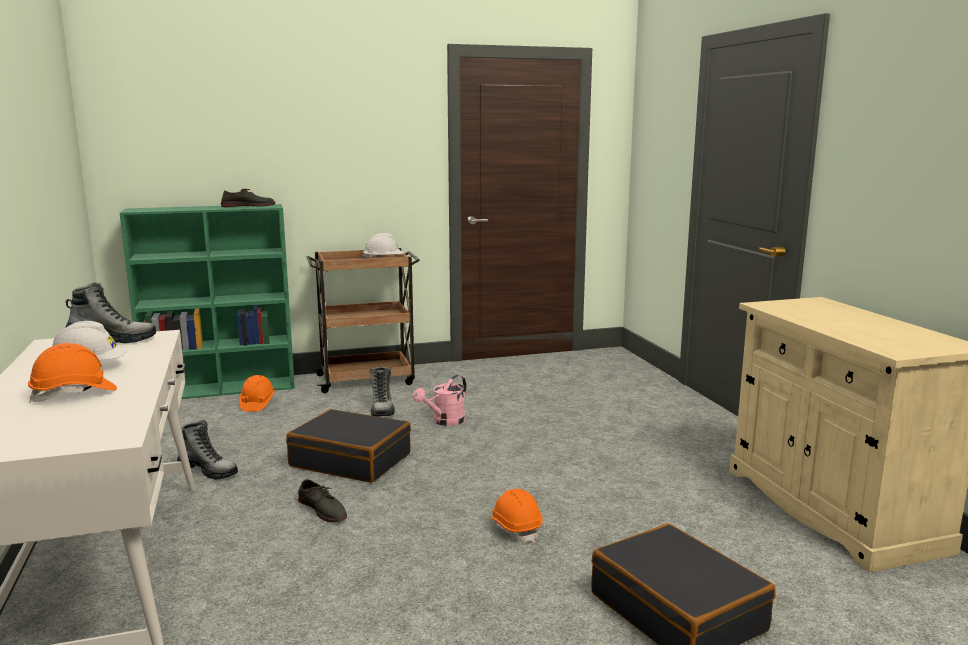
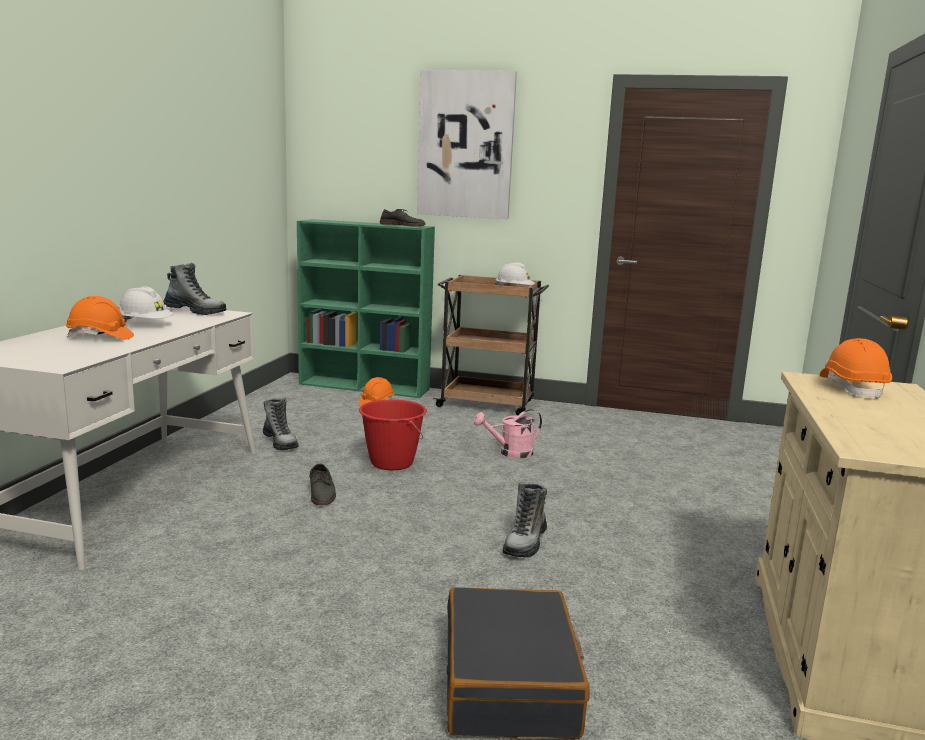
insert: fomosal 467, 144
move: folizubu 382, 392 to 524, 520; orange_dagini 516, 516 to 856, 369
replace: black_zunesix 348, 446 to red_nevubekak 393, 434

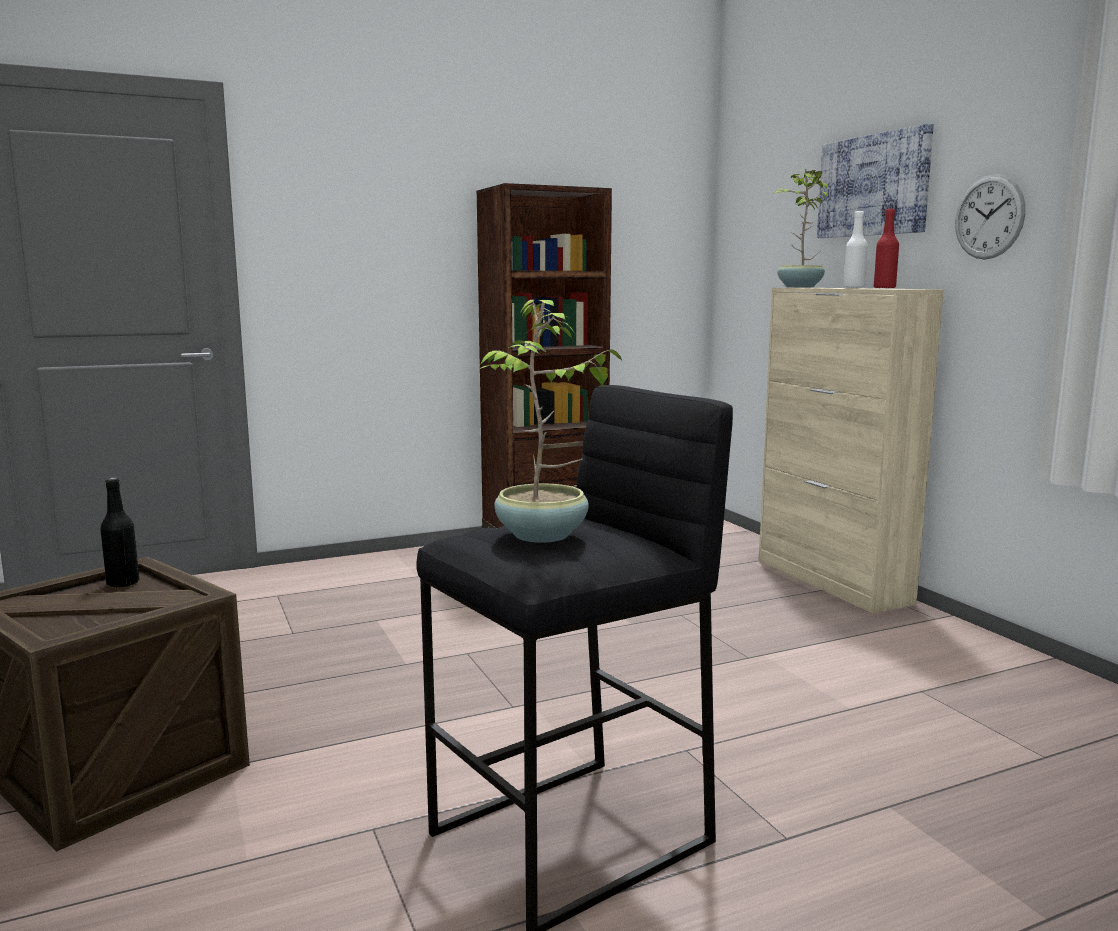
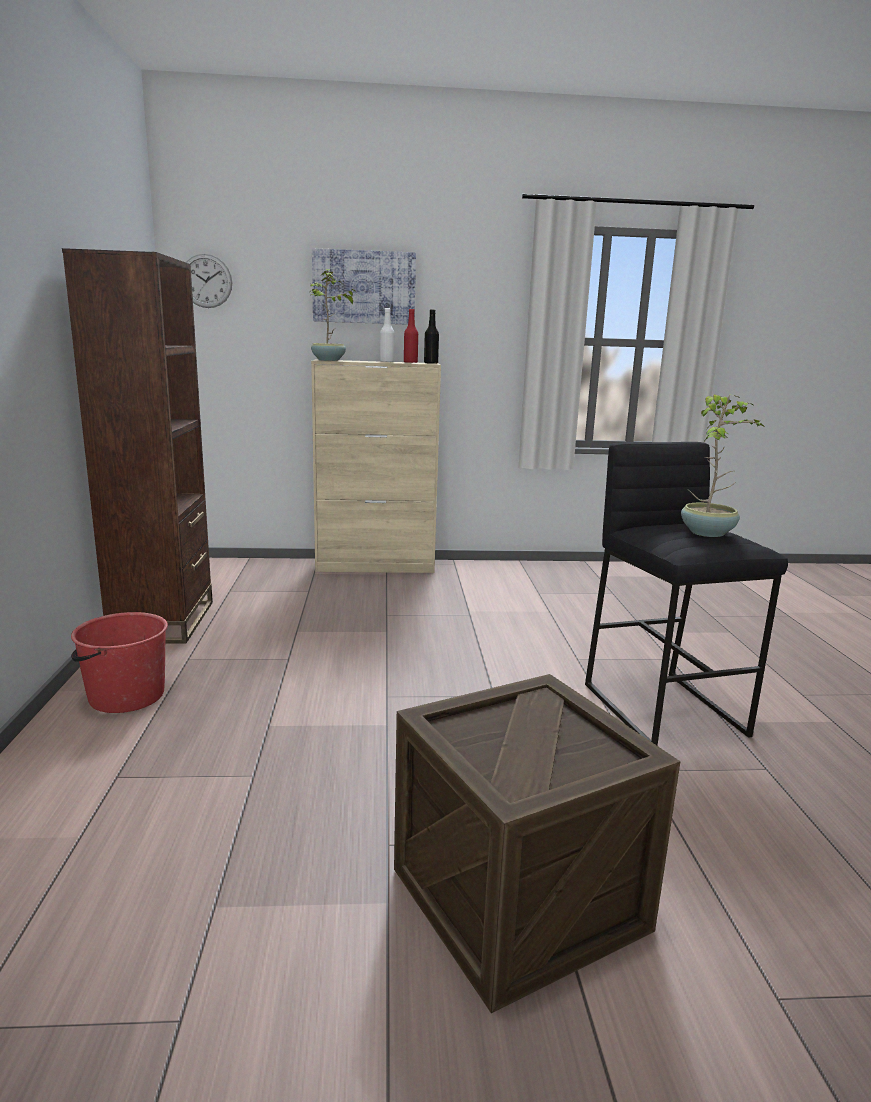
insert: red_nevubekak 119, 662
move: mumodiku 990, 216 to 209, 281; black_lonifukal 119, 533 to 431, 336

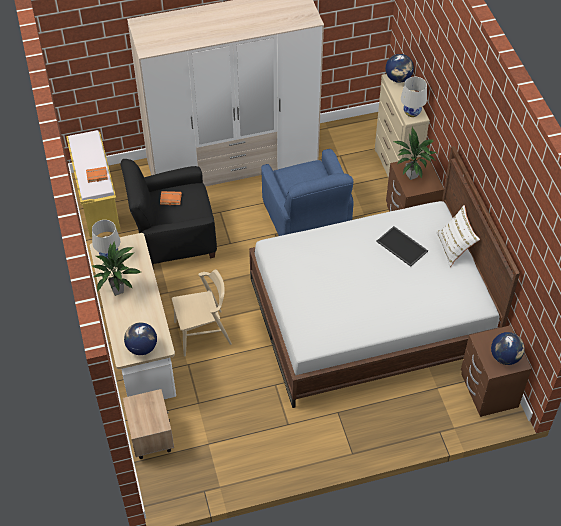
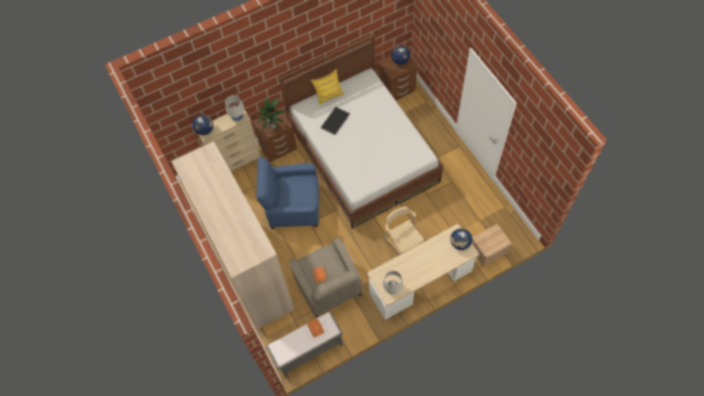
delete: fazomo 116, 268
recolor: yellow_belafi 93, 183 to grey_belafi 304, 344; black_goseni 169, 212 to beige_goseni 325, 277; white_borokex 458, 236 to yellow_borokex 327, 87
rotate: blue_goseni 307, 192 = 287, 193 150 degrees counterclockwise

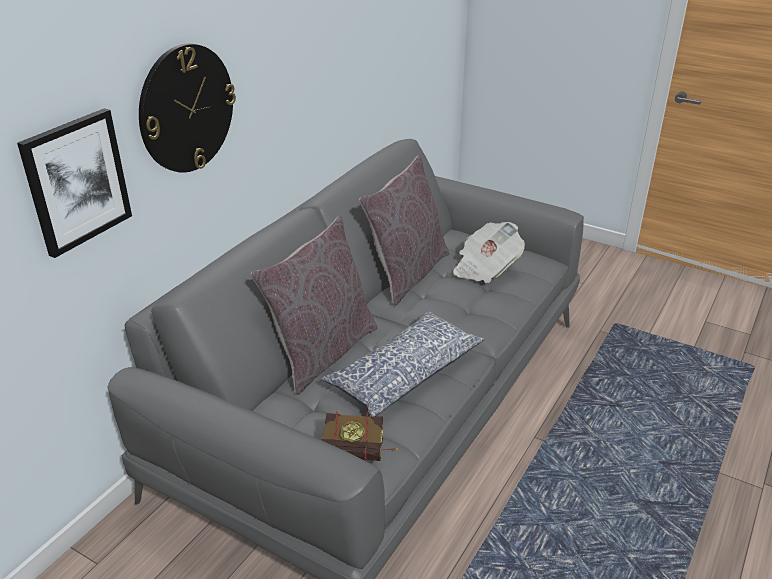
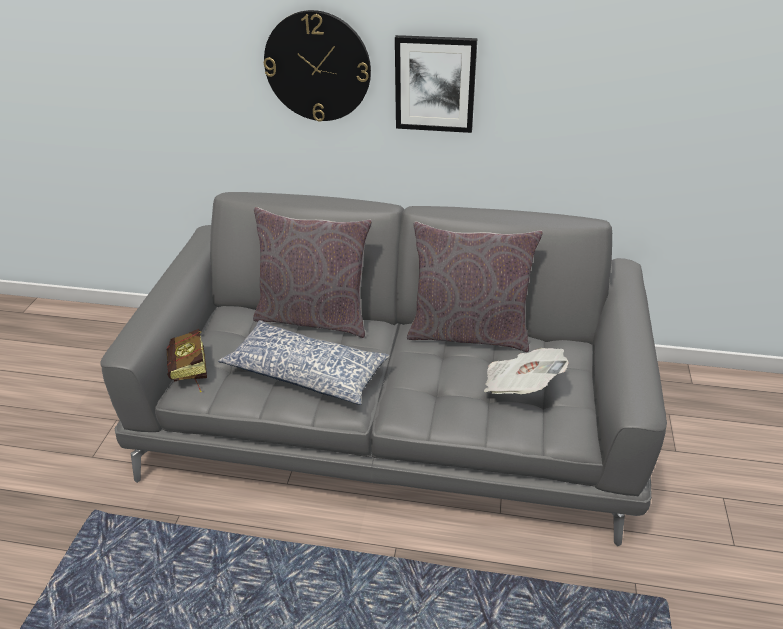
move: fomosal 74, 183 to 436, 84

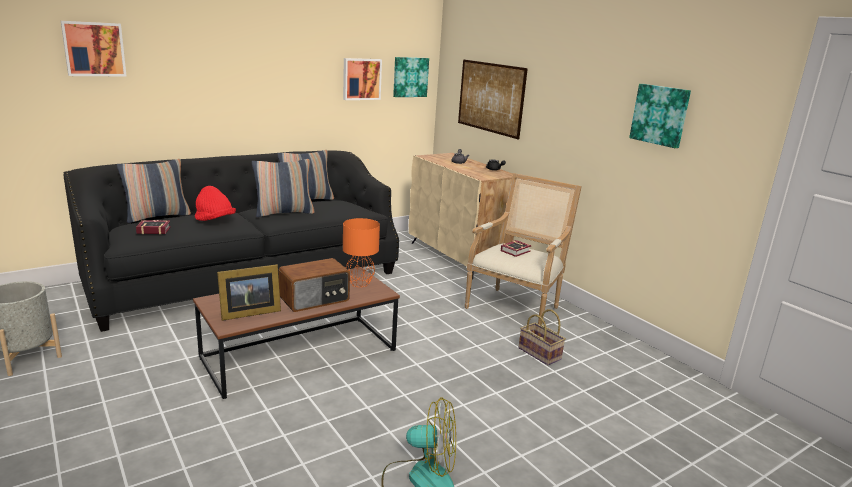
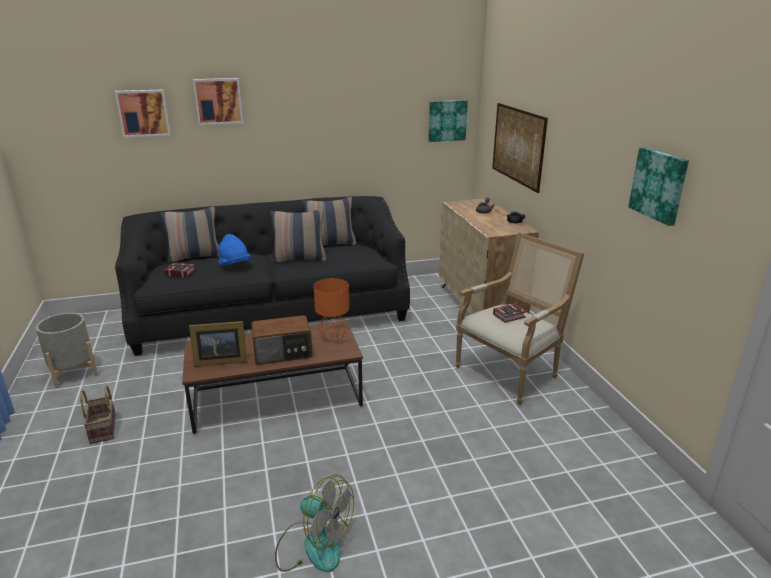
move: fomosal 362, 79 to 218, 101; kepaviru 542, 337 to 98, 415
recolor: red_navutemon 215, 203 to blue_navutemon 235, 250

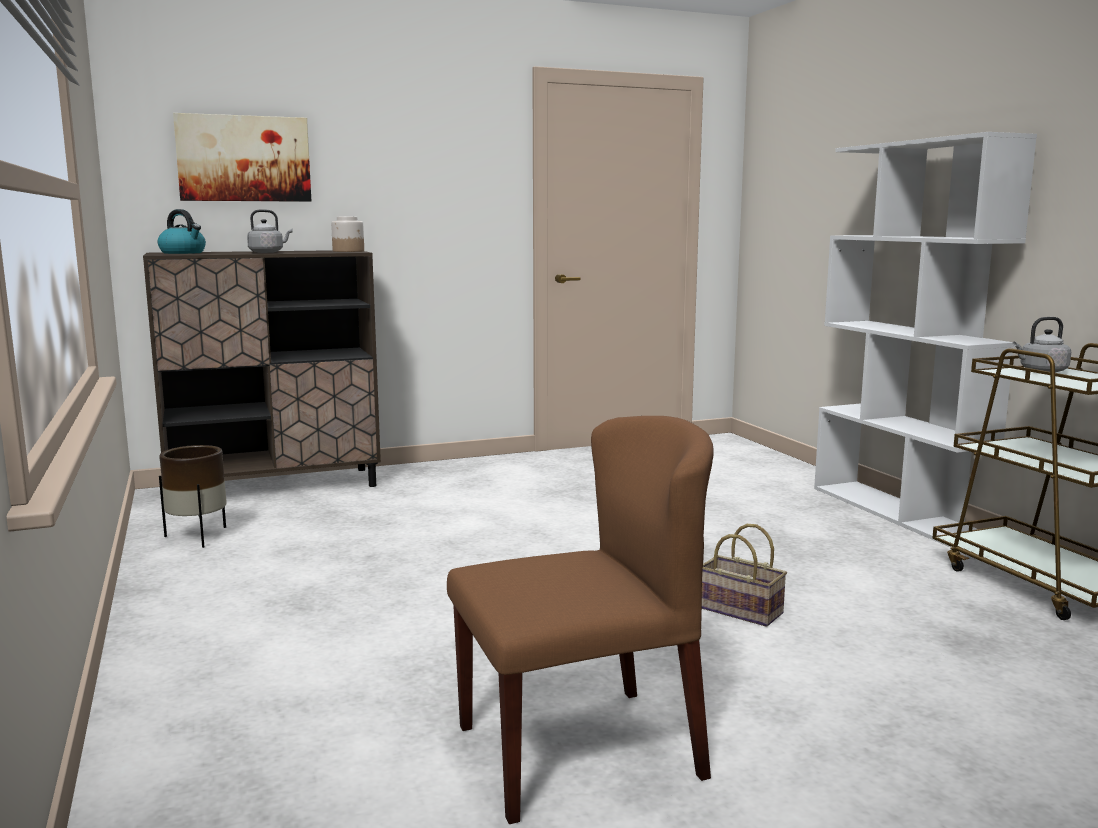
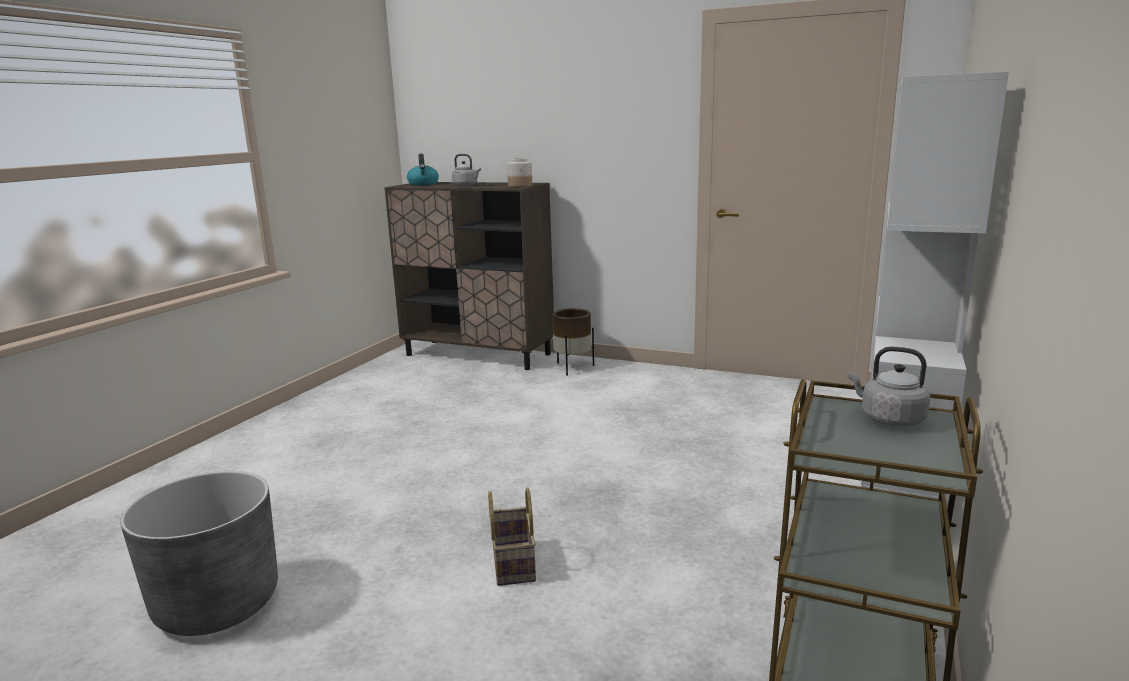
delete: fomosal 242, 157
move: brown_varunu 193, 496 to 573, 342
replace: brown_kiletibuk 580, 620 to grey_varunu 199, 553

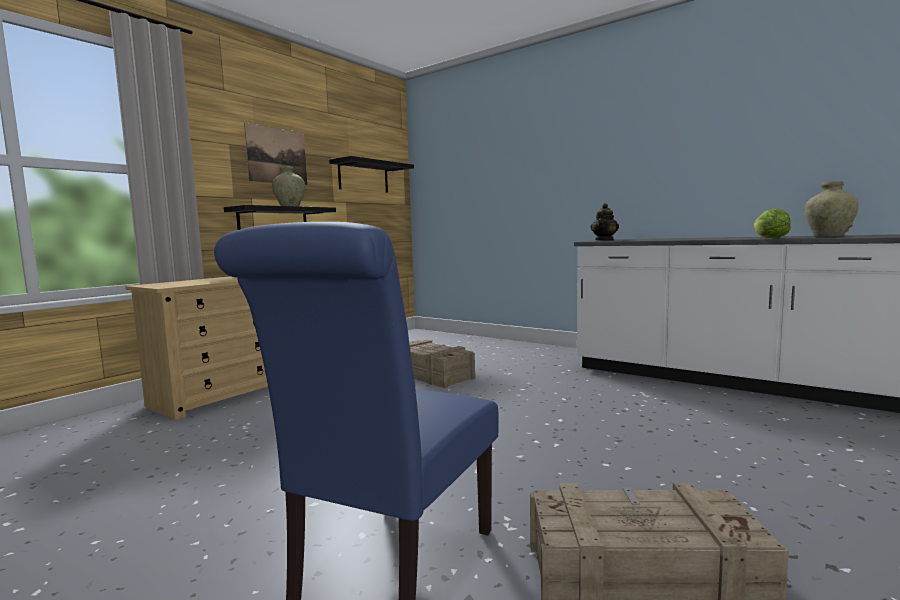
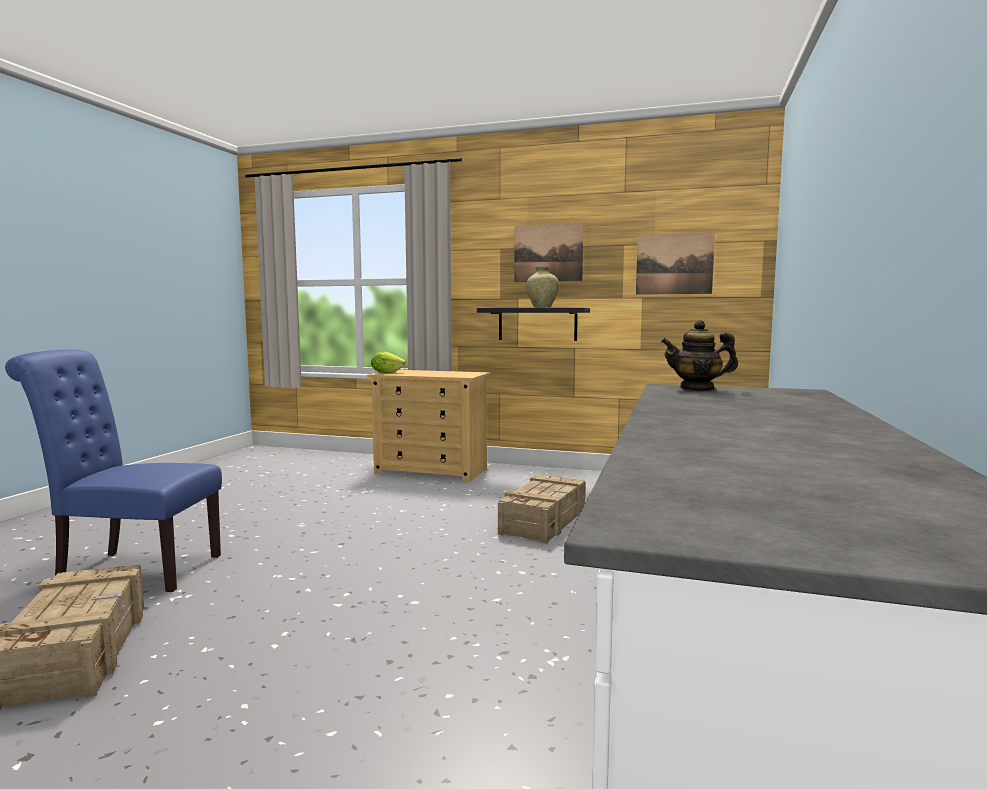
delete: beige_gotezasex 832, 209
move: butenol 772, 223 to 388, 362
replace: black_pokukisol 371, 174 to fomosal 675, 264

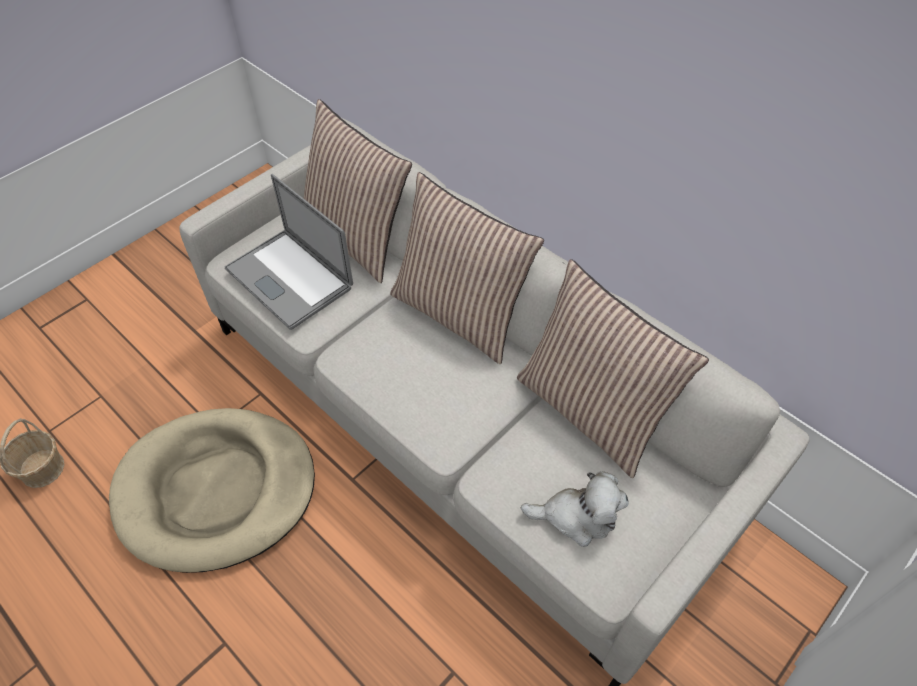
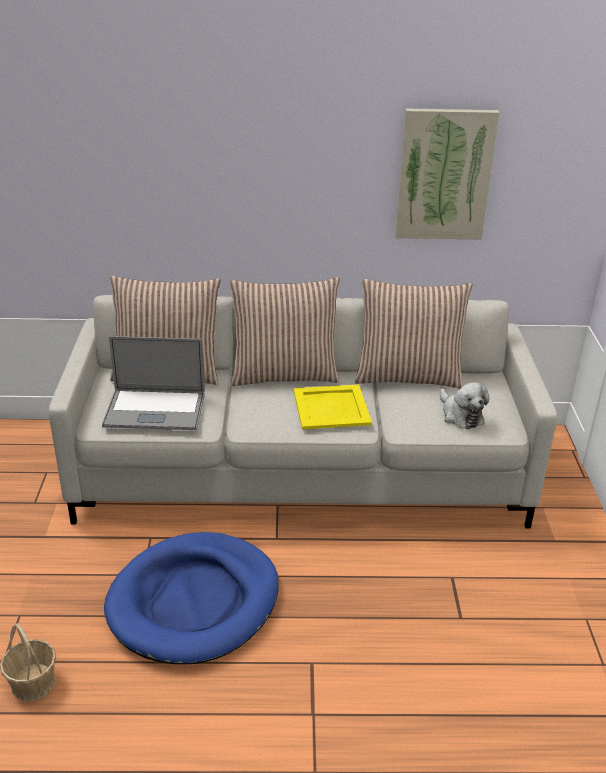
insert: fomosal 447, 173; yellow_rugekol 333, 407
recolor: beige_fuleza 212, 490 to blue_fuleza 191, 598
rotate: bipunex 575, 509 = 464, 405 105 degrees clockwise

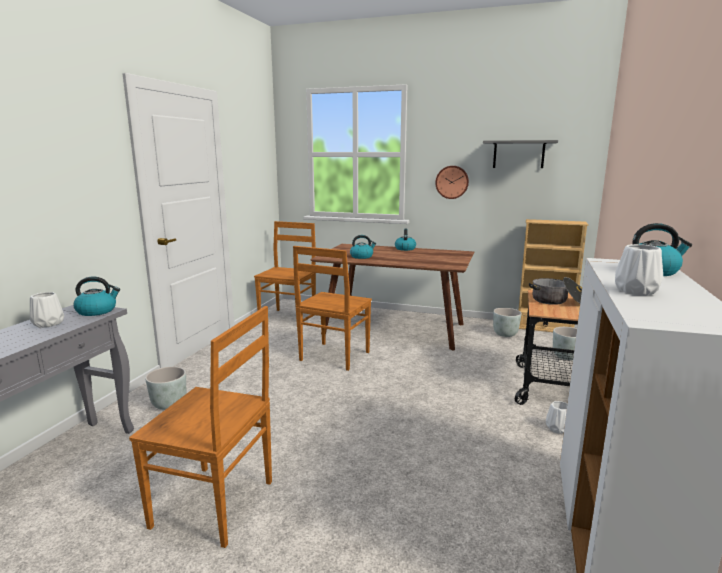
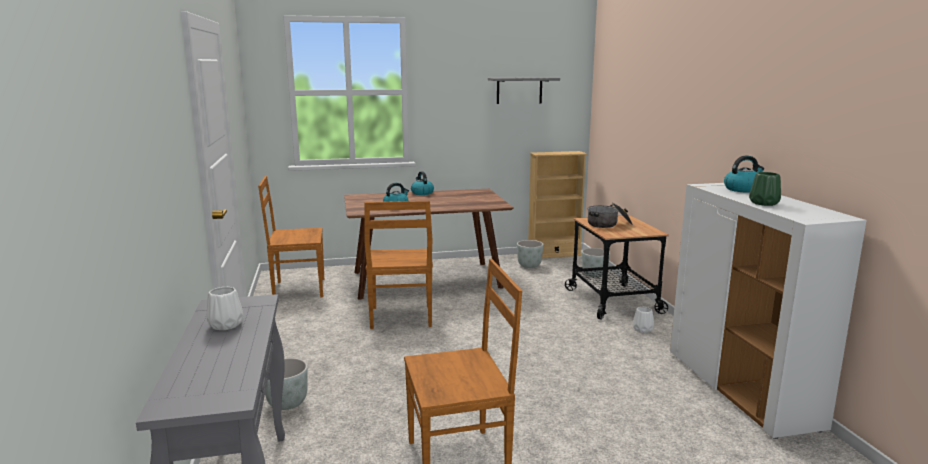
delete: mumodiku 452, 182; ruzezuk 96, 296
recolor: white_gotezasex 639, 269 to green_gotezasex 765, 189
rotate: brown_kiletibuk 285, 271 = 291, 237 90 degrees counterclockwise

